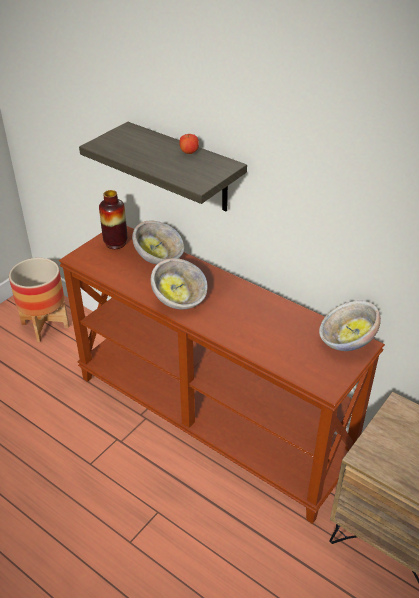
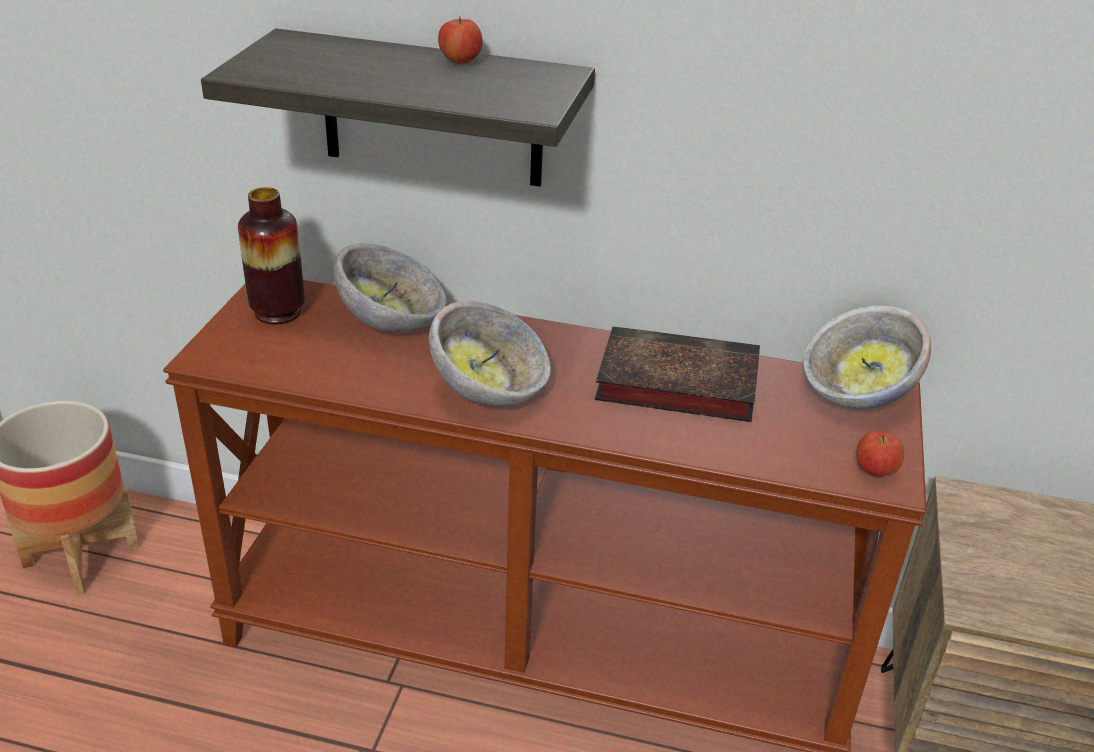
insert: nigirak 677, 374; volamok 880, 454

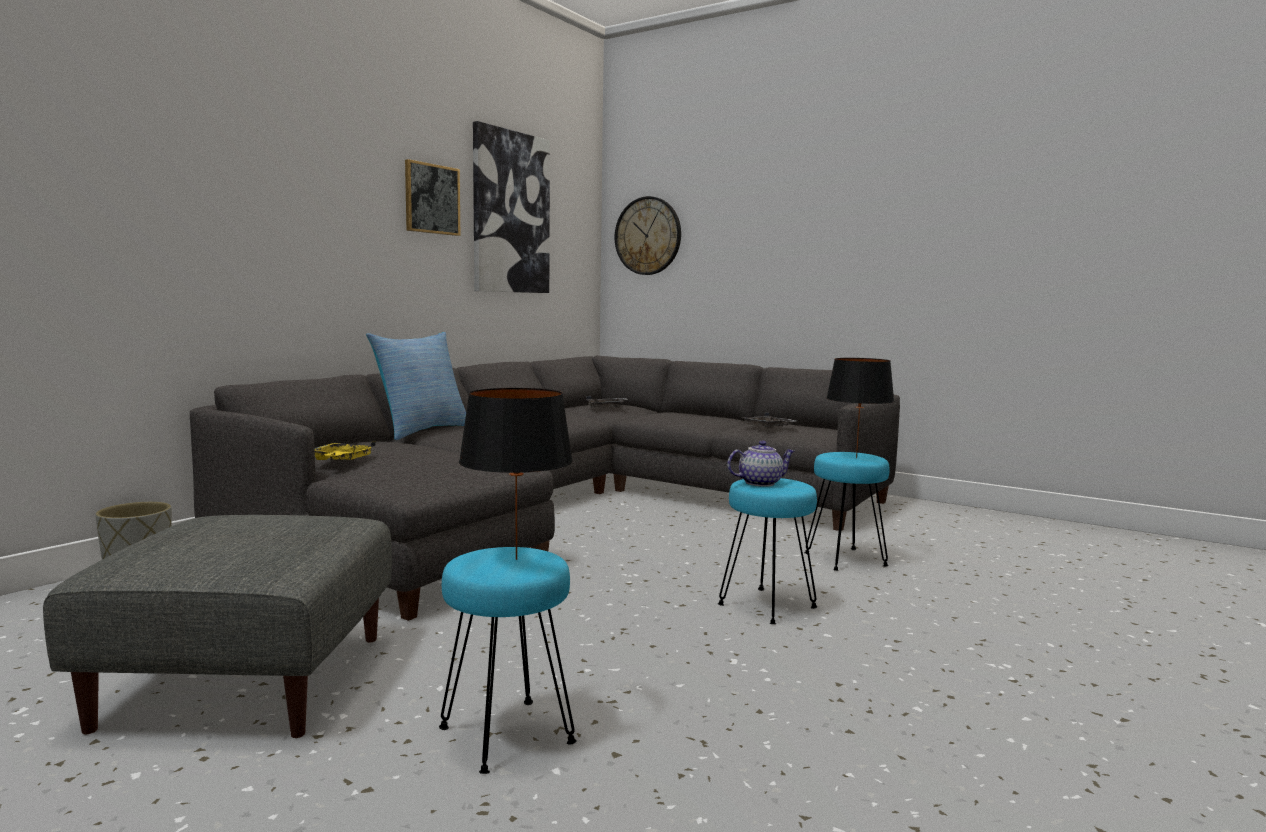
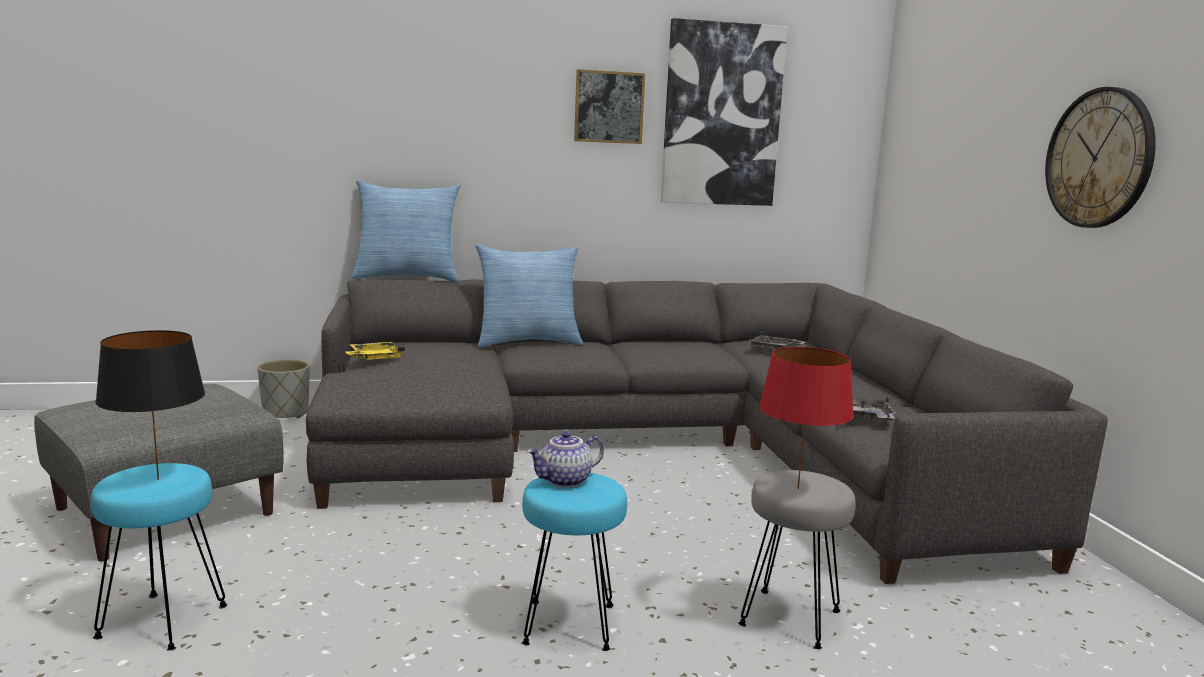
insert: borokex 406, 231
move: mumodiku 648, 235 to 1100, 157
recolor: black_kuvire 860, 408 to red_kuvire 806, 418; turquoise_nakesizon 847, 511 to grey_nakesizon 797, 559
rotate: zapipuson 761, 464 = 565, 459 120 degrees clockwise

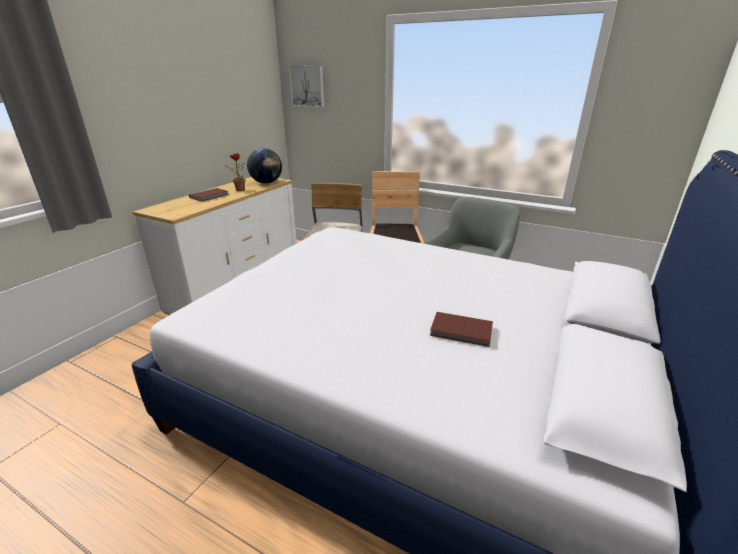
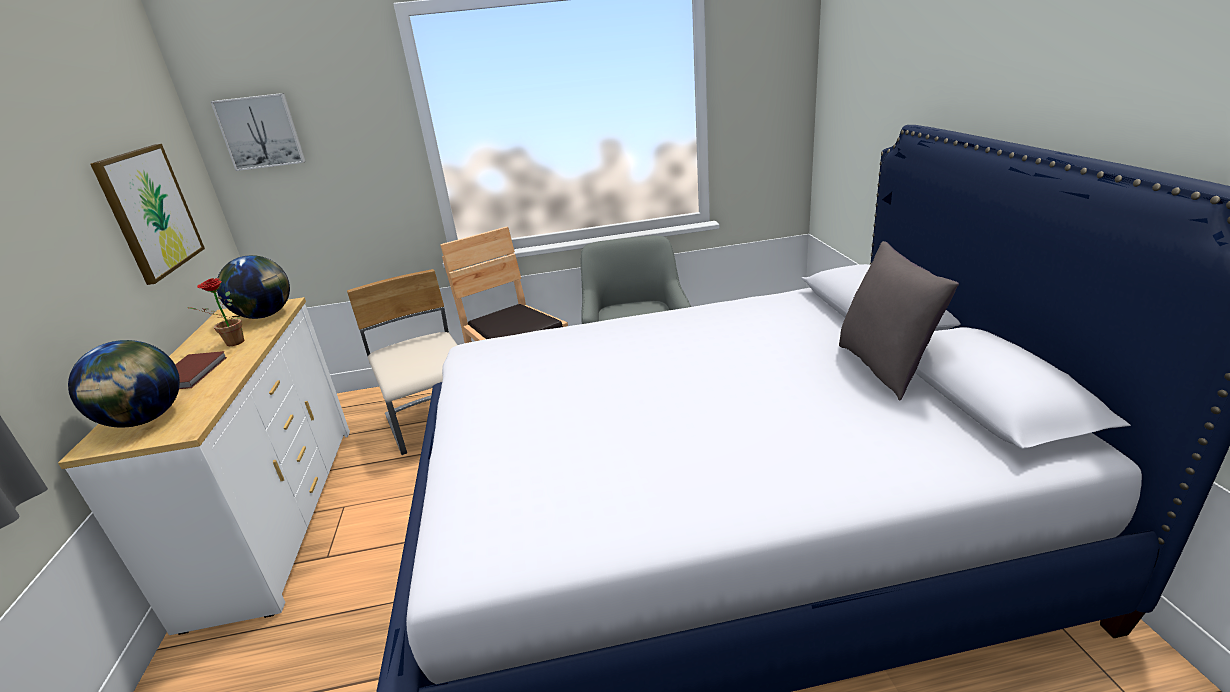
delete: brown_nigirak 461, 329
insert: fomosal 148, 214; grey_borokex 899, 321; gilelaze 124, 383

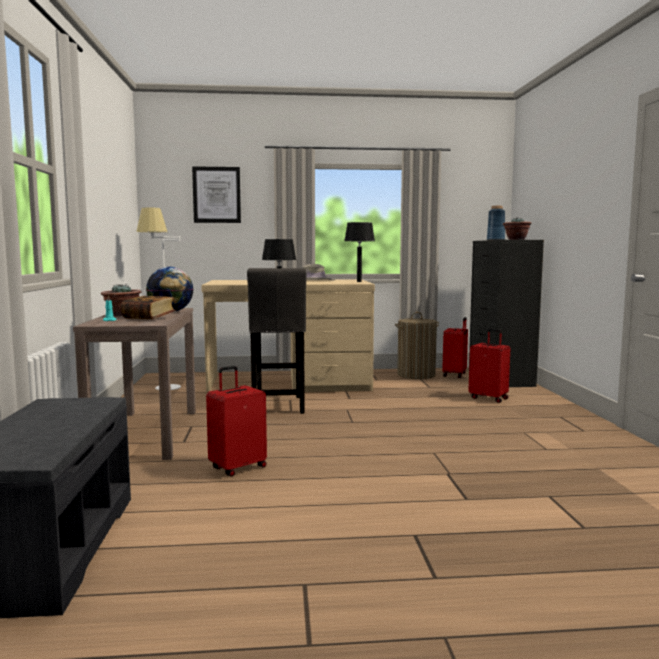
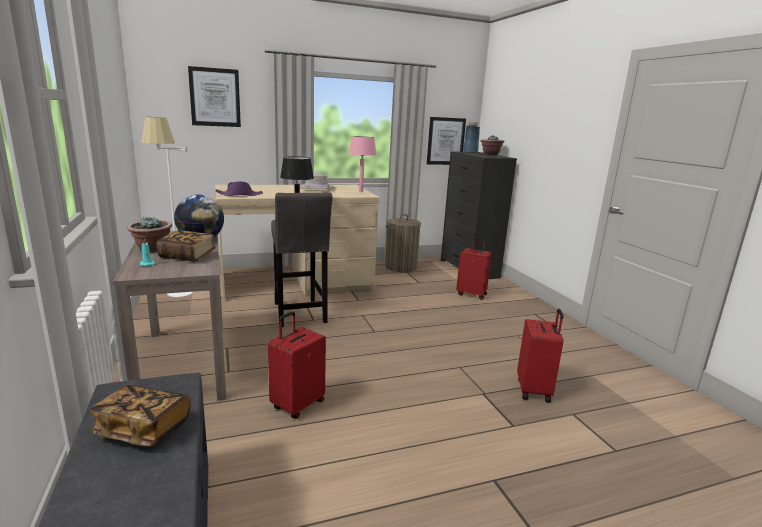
insert: fomosal 446, 141; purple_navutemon 239, 188; nigirak 140, 416
move: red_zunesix 455, 347 to 540, 356
recolor: black_kuvire 359, 252 to pink_kuvire 362, 164

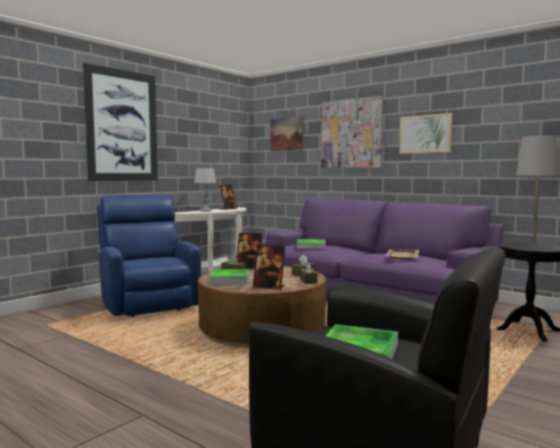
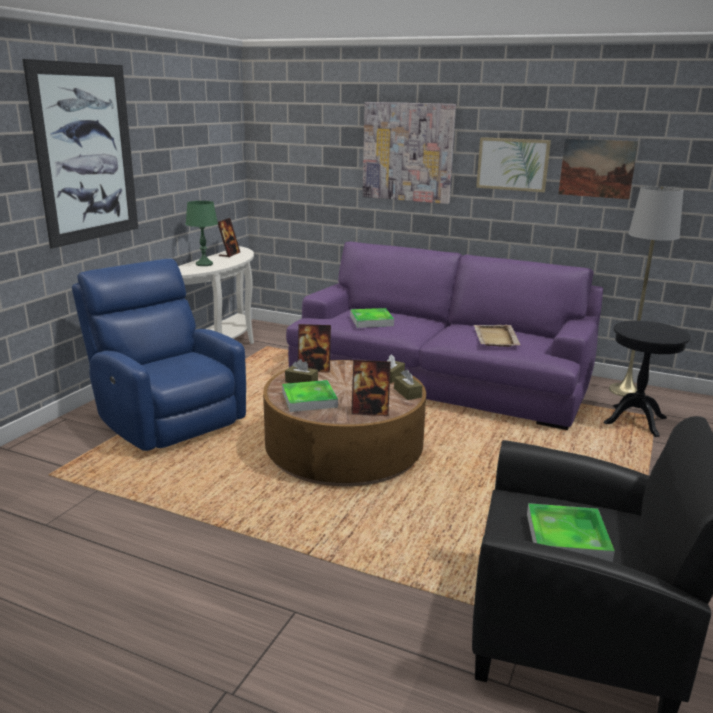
move: fomosal 287, 133 to 598, 168
recolor: grey_kuvire 205, 190 to green_kuvire 202, 233

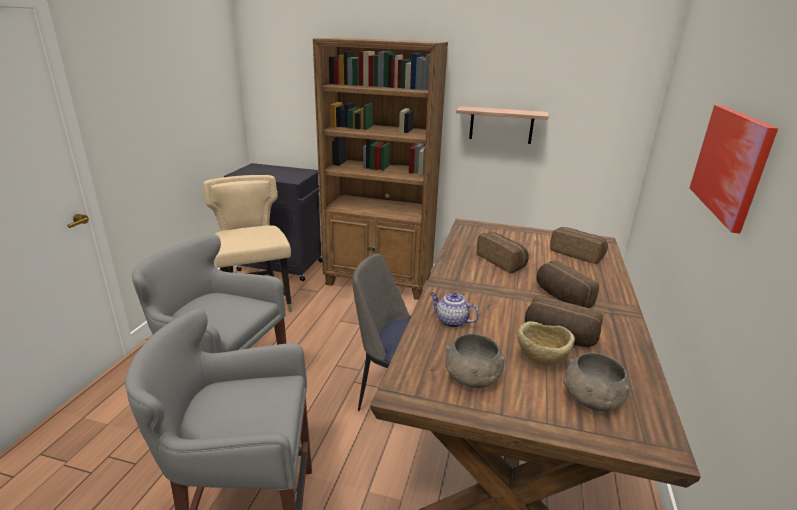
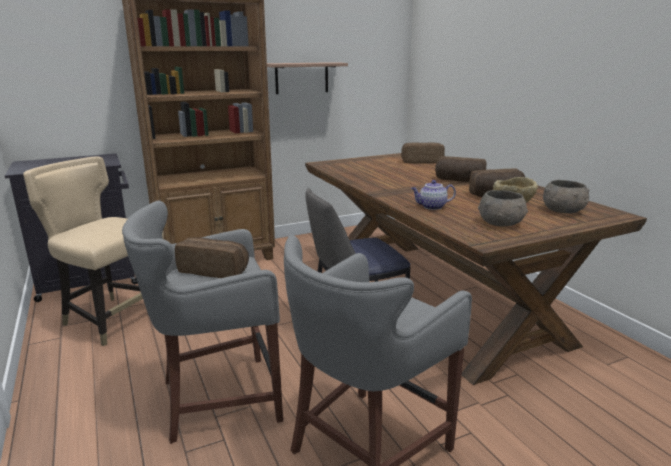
delete: fomosal 734, 169
move: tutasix 503, 252 to 212, 257

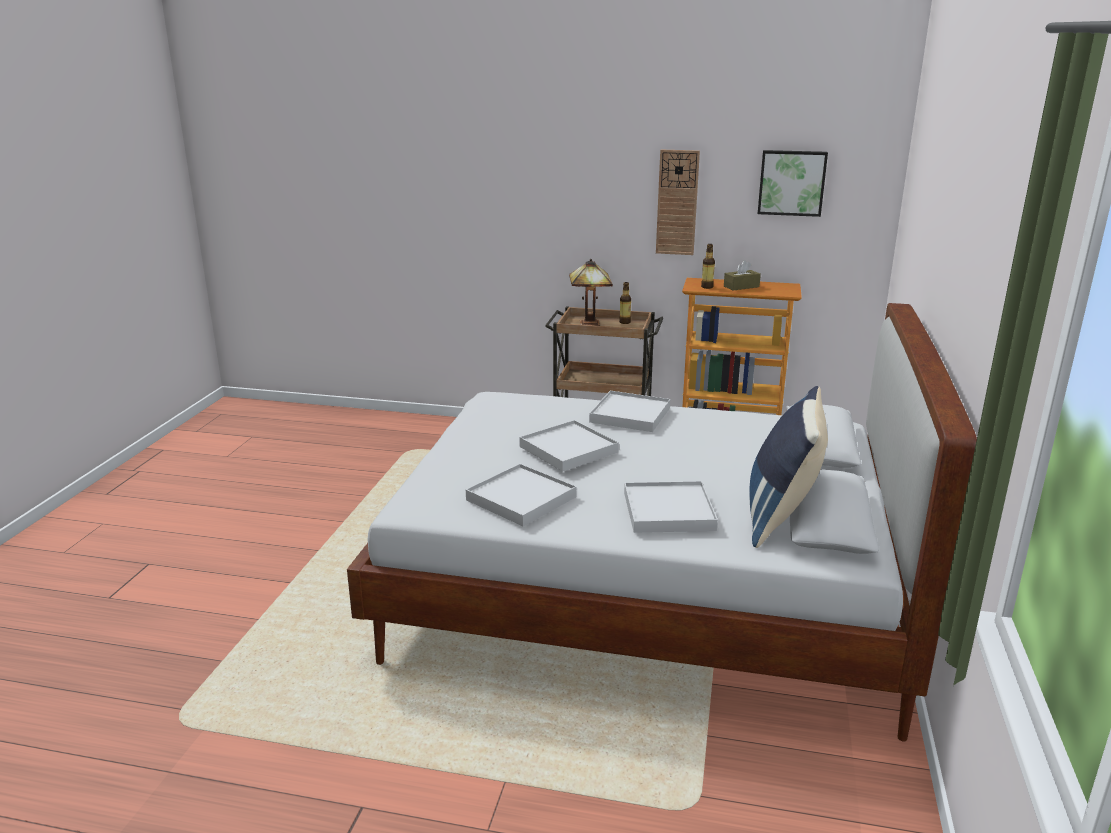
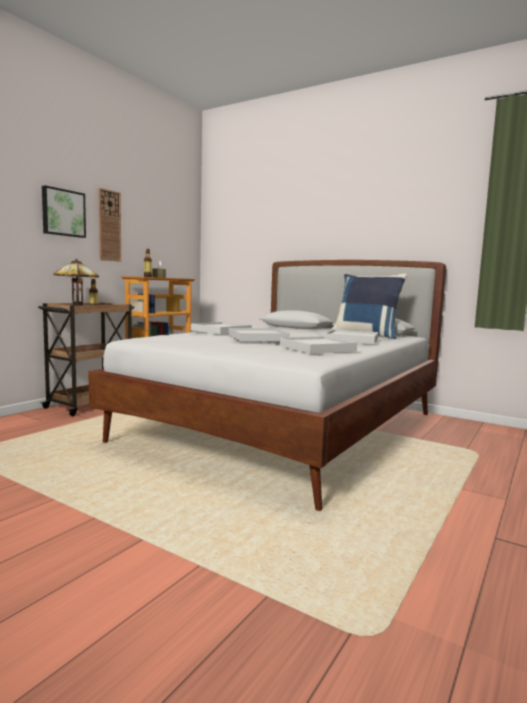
move: fomosal 793, 183 to 64, 211

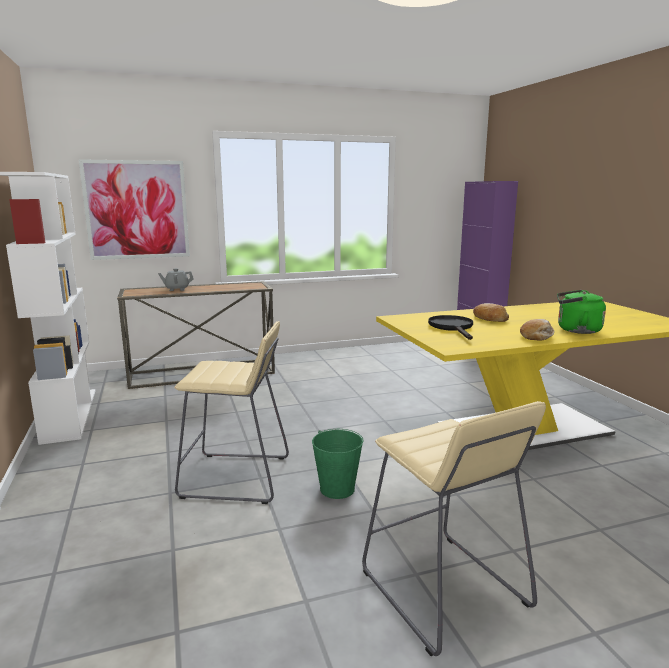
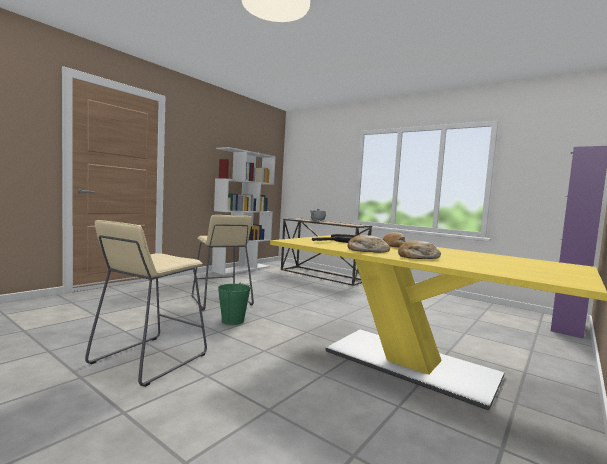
delete: fomosal 134, 209
replace: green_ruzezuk 581, 312 to tutasix 419, 250

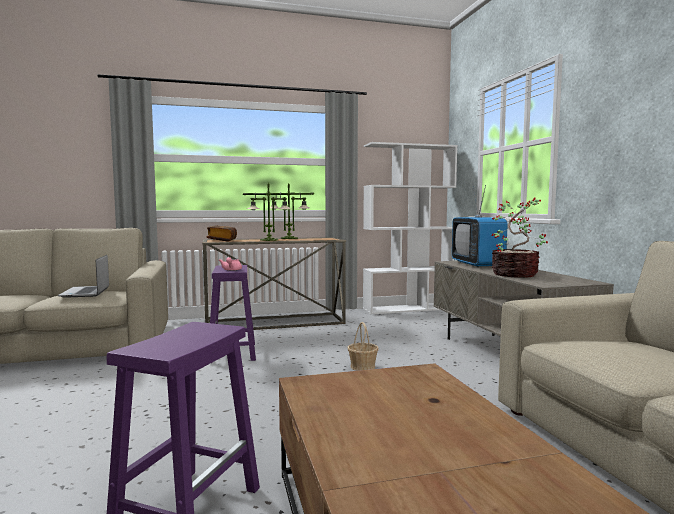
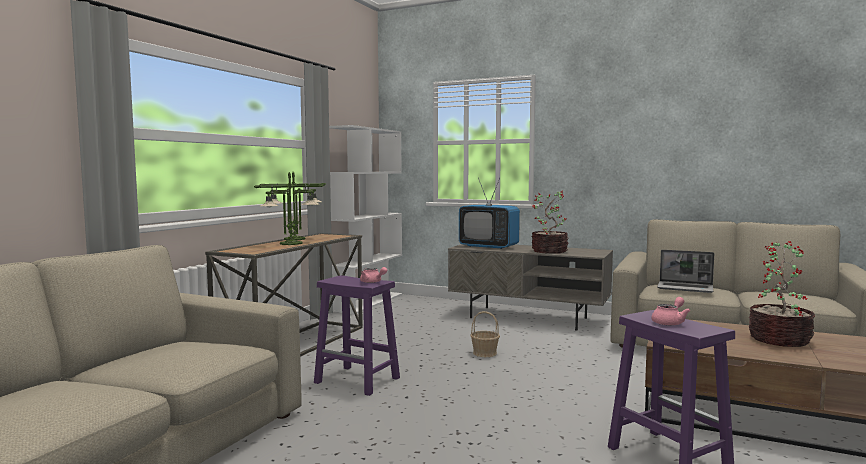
delete: nigirak 222, 234
insert: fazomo 782, 294; pink_zapipuson 670, 311
move: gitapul 83, 276 to 685, 271

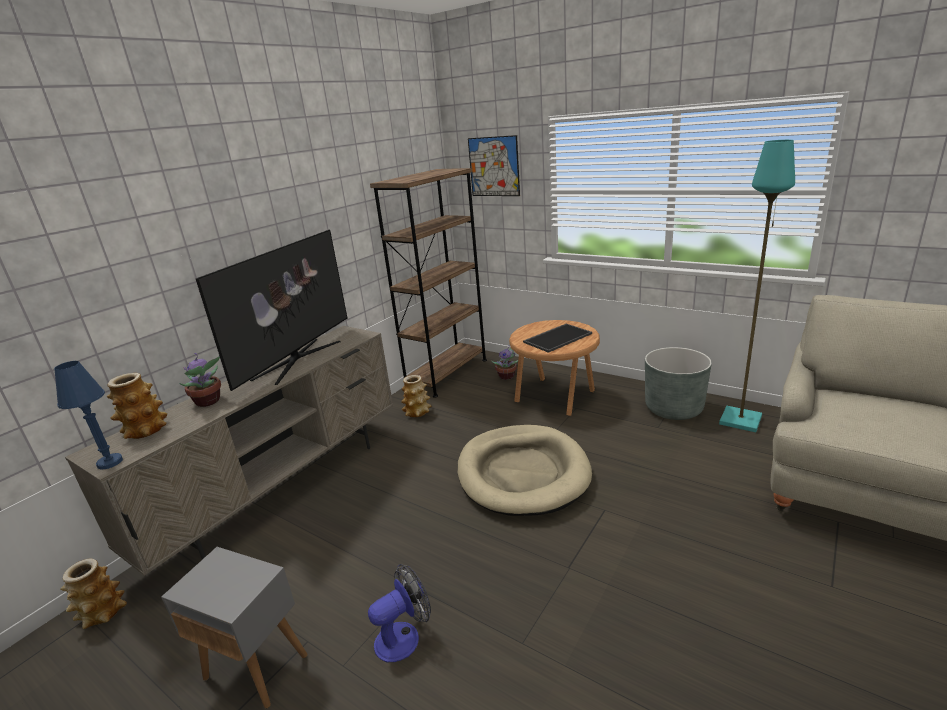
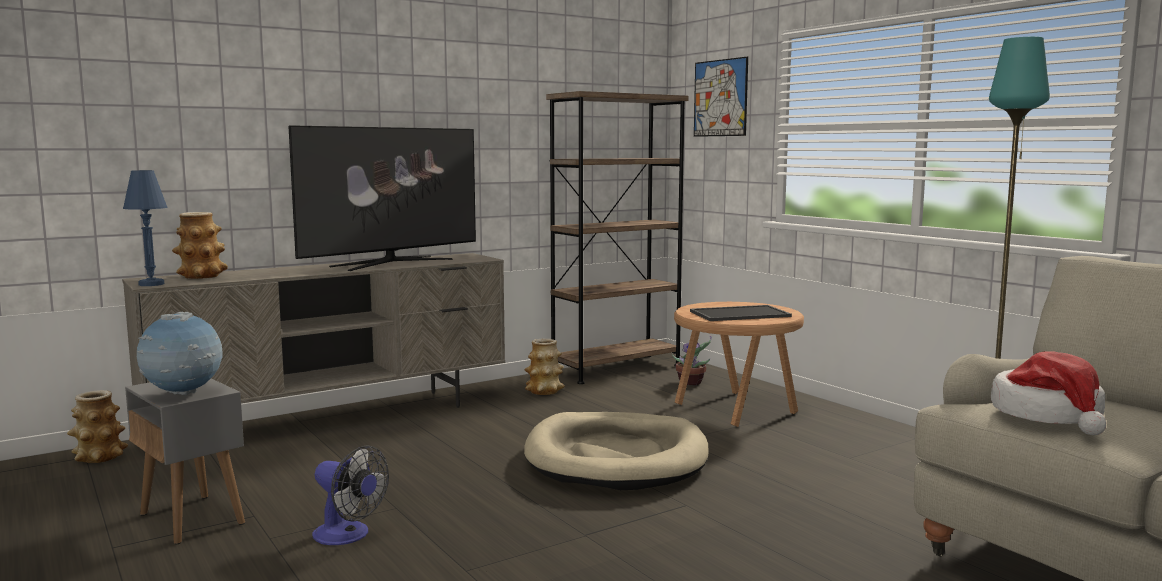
delete: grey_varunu 678, 383; fazomo 200, 380
insert: gilelaze 180, 353; navutemon 1048, 393
rotate: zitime 399, 613 = 350, 495 45 degrees clockwise

